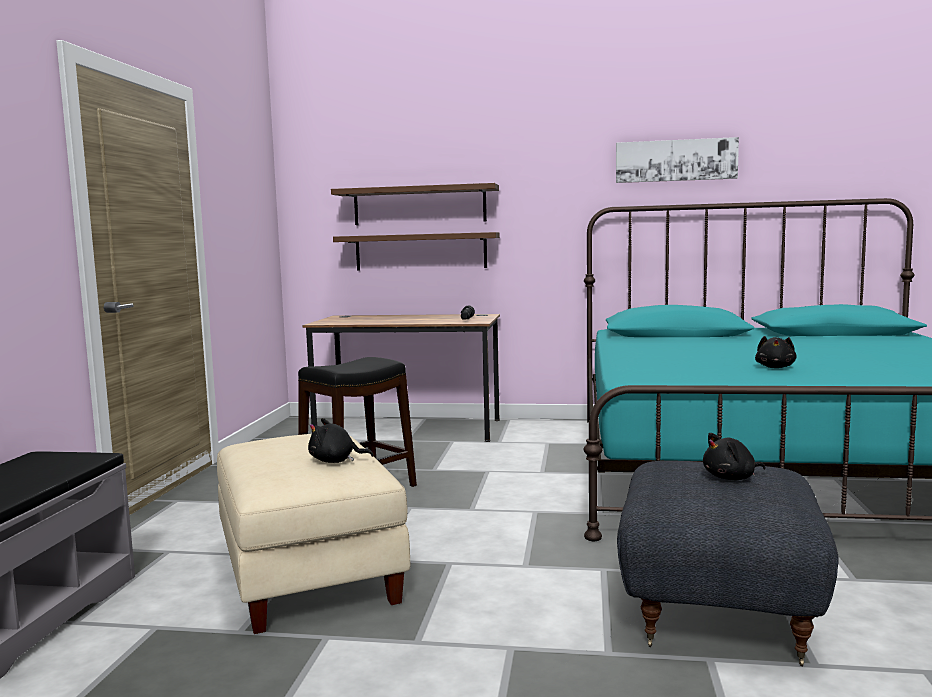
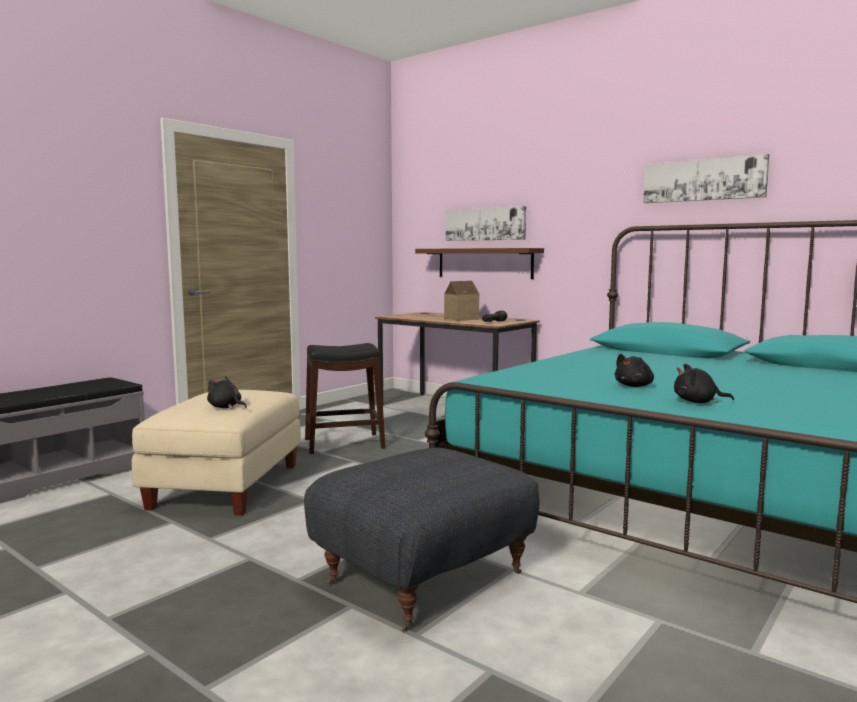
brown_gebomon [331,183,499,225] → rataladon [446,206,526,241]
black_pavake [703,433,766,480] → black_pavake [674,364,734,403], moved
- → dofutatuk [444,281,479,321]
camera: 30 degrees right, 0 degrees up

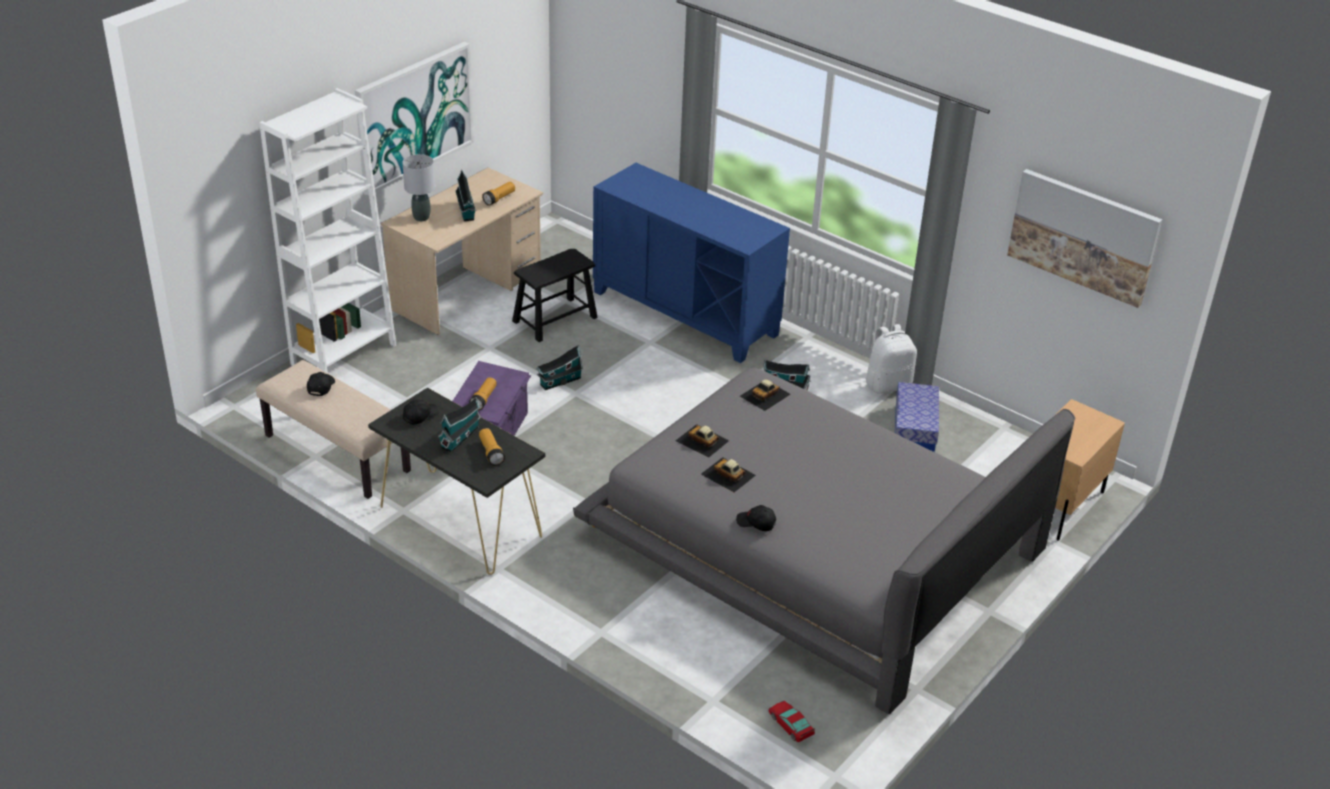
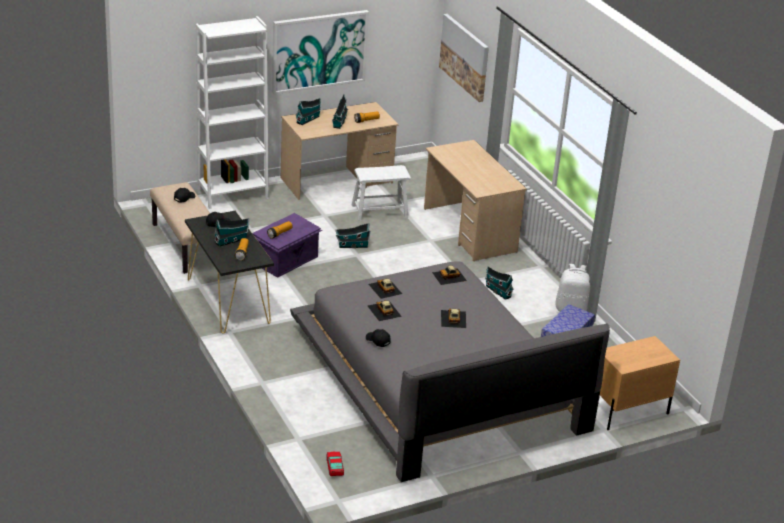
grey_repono [402,154,435,221] → dofutatuk [296,98,321,125]
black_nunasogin [512,249,598,342] → white_nunasogin [352,165,411,221]
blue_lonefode [593,163,790,363] → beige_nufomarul [424,140,527,261]
rataladon [1007,169,1163,308] → rataladon [439,14,489,102], moved
- → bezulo [441,309,466,328]
camera: 25 degrees right, 5 degrees down

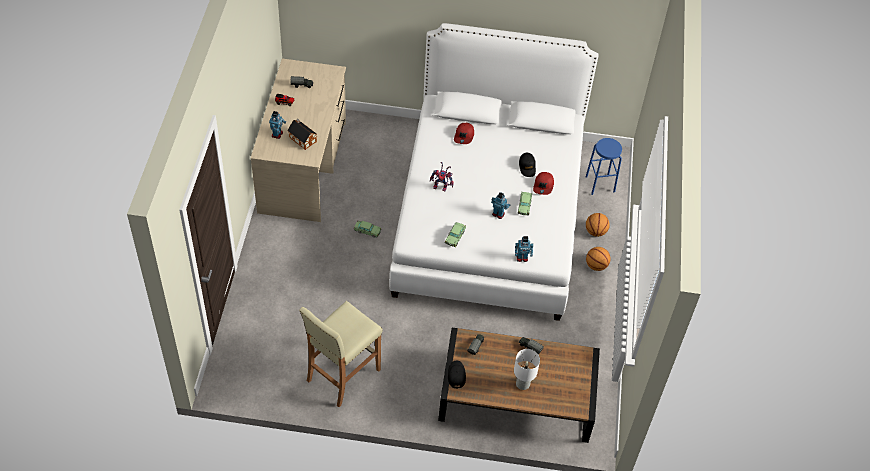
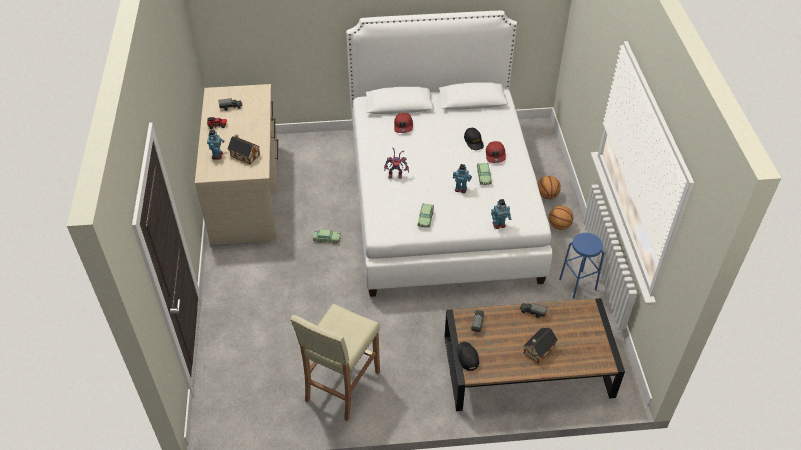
white_repono [514,349,540,390] → dofutatuk [523,328,558,364]
blue_nunasogin [586,138,622,195] → blue_nunasogin [559,233,604,299], moved
camera: 10 degrees left, 5 degrees down

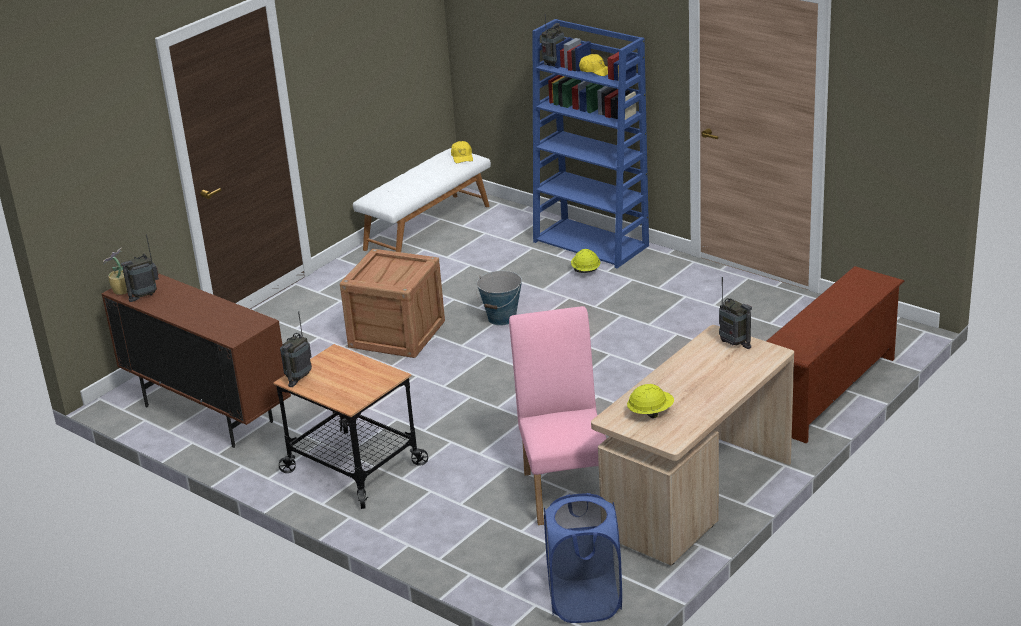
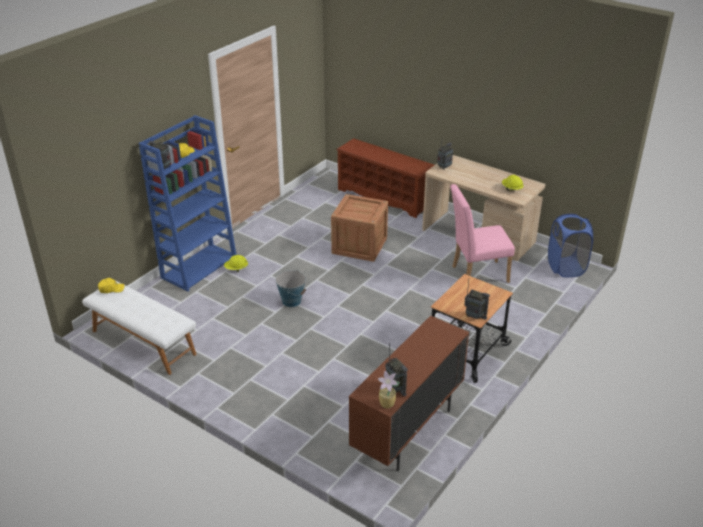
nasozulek [340,249,445,358] → nasozulek [331,194,388,262], moved
camera: 95 degrees left, 5 degrees up

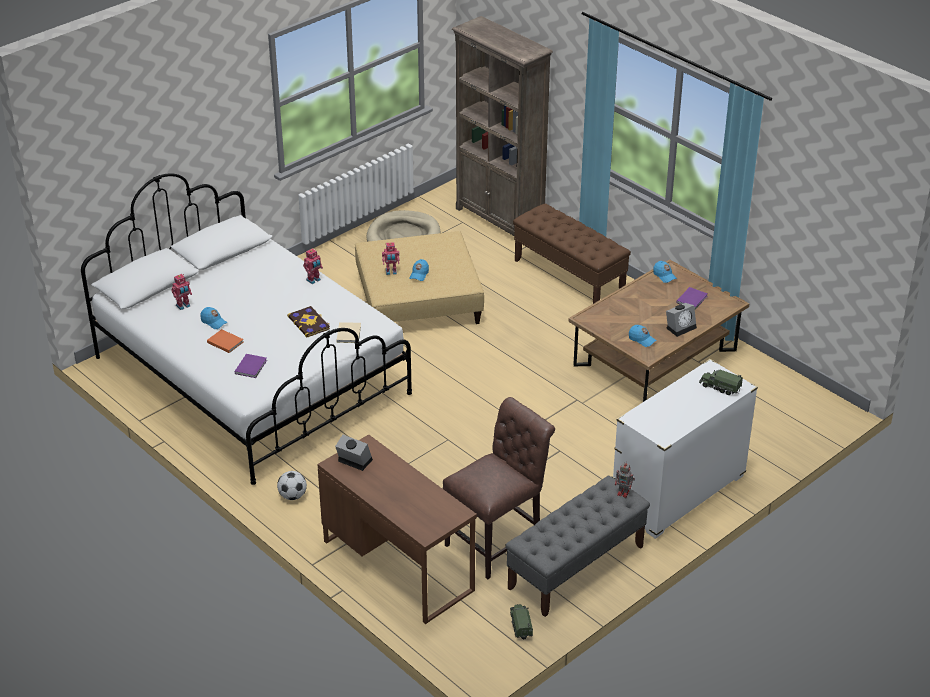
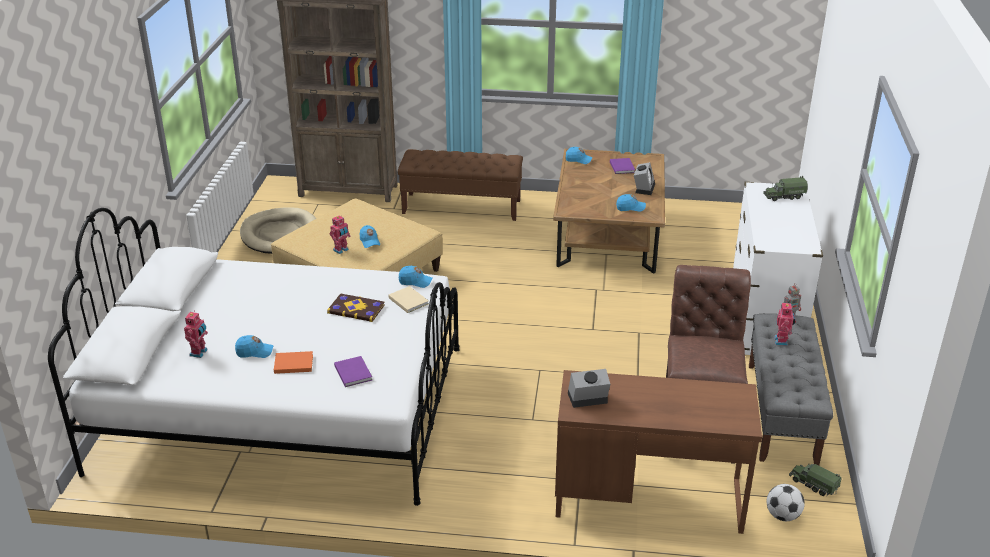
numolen [277,471,307,500] → numolen [766,484,805,521], moved
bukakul [303,248,323,284] → bukakul [774,301,796,346], moved
- → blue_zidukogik [399,266,432,288]
camera: 40 degrees left, 5 degrees down

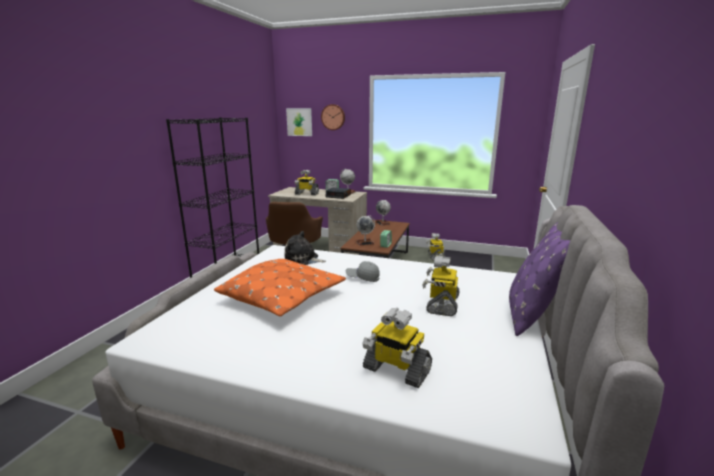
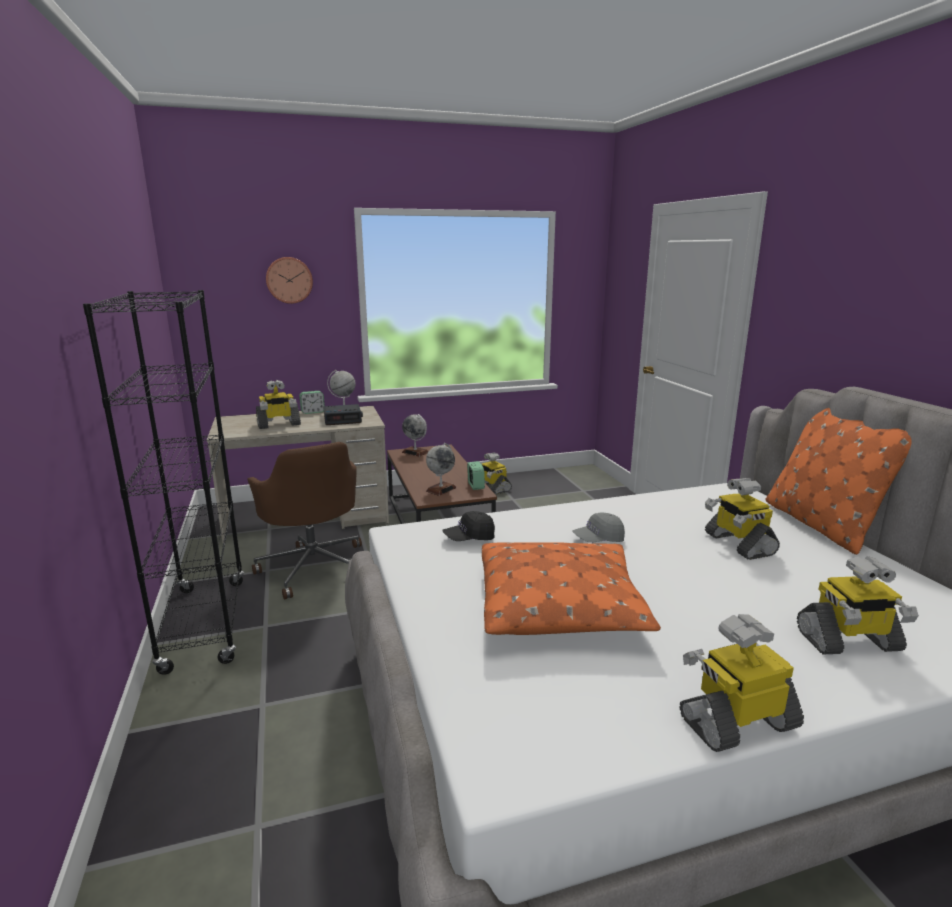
pavake [285,231,326,265] → black_zidukogik [442,511,495,541]
rataladon [286,108,312,136] → -
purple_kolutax [509,222,570,336] → orange_kolutax [765,408,912,555]
- → bukakul [679,614,804,752]
camera: 35 degrees left, 0 degrees up

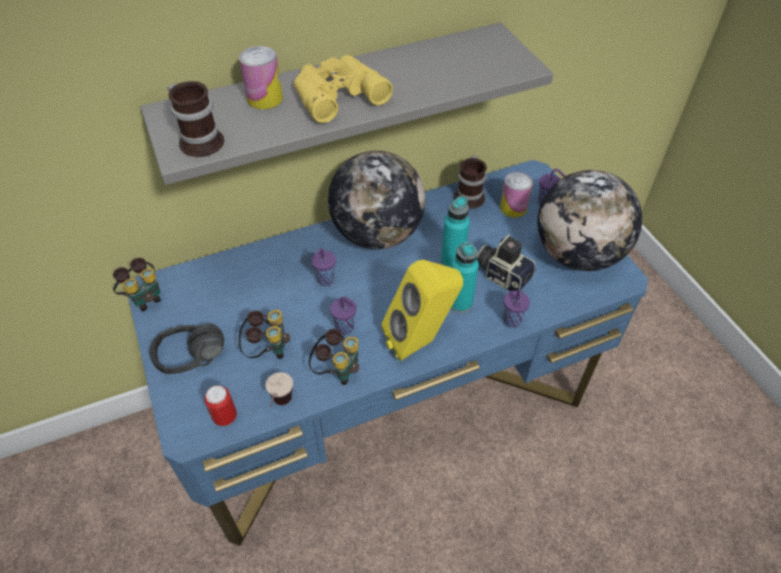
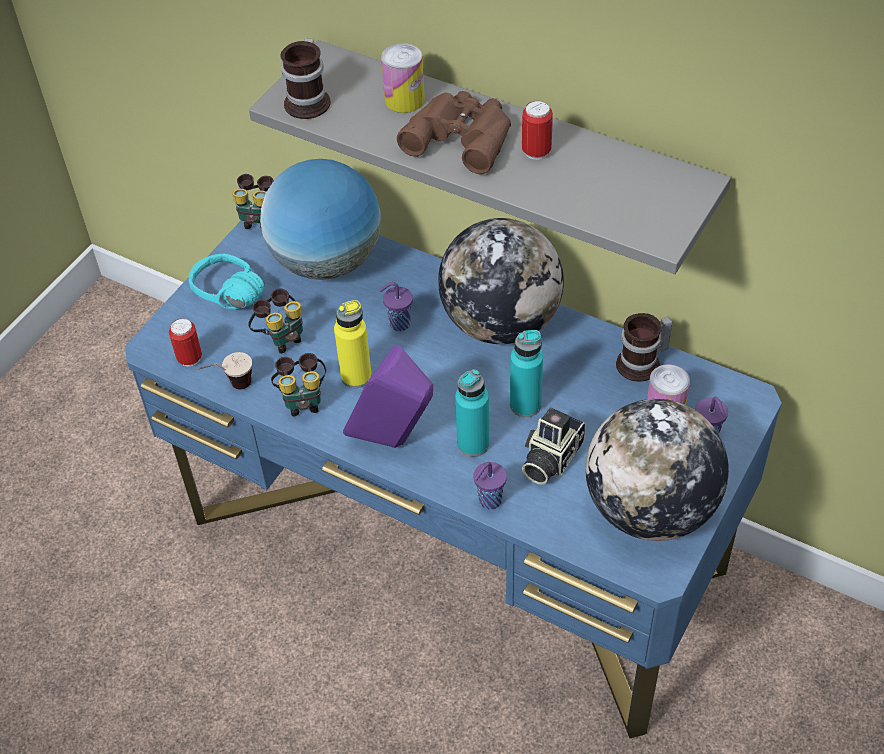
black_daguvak [149,324,224,374] → turquoise_daguvak [189,253,265,309]
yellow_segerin [294,55,393,123] → brown_segerin [397,91,511,174]
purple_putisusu [330,296,358,335] → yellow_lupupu [334,300,372,388]
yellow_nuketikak [382,260,463,361] → purple_nuketikak [343,345,433,448]
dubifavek [477,234,536,291] → dubifavek [522,407,586,485], 150 degrees counterclockwise
- → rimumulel [260,159,381,280]
- → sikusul [522,100,553,160]
camera: 55 degrees right, 0 degrees up

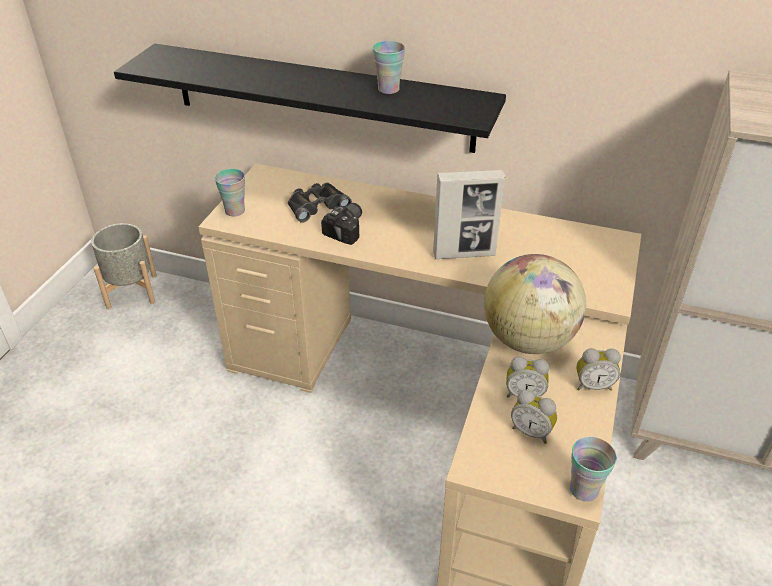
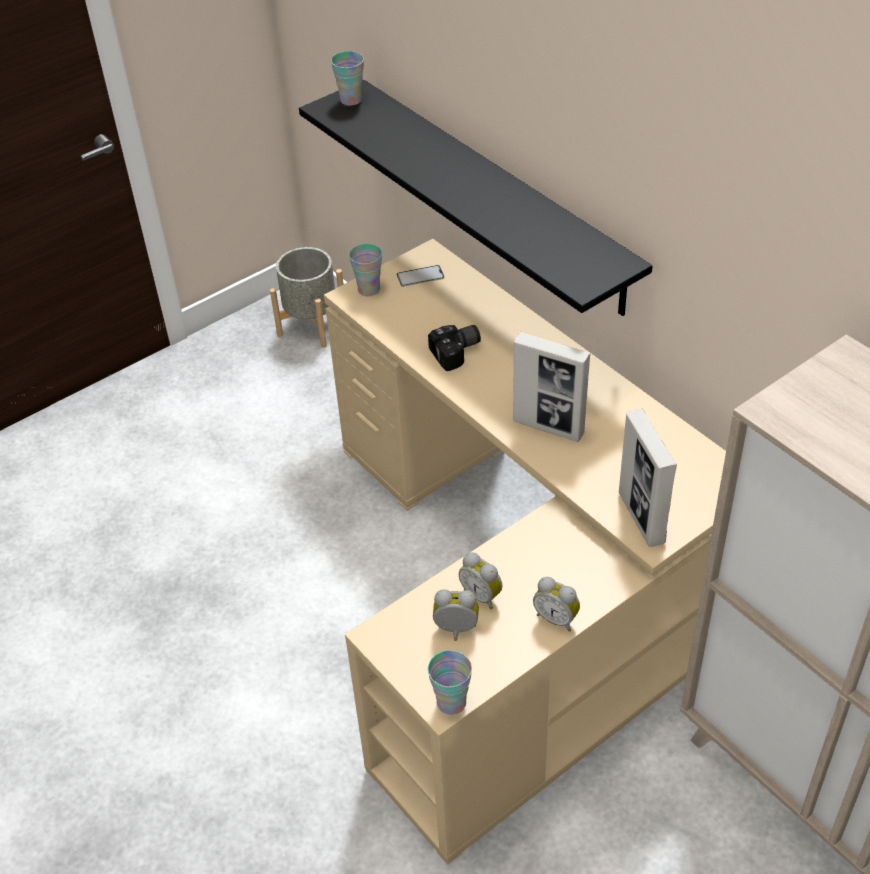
black_segerin [288,183,352,223] → -
putisusu [373,41,405,94] → putisusu [331,51,364,106], moved
rimumulel [484,254,586,354] → -
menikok [511,389,557,444] → menikok [433,589,479,641], 120 degrees clockwise
- → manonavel [397,265,444,287]
- → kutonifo [619,409,677,547]
camera: 35 degrees right, 5 degrees up

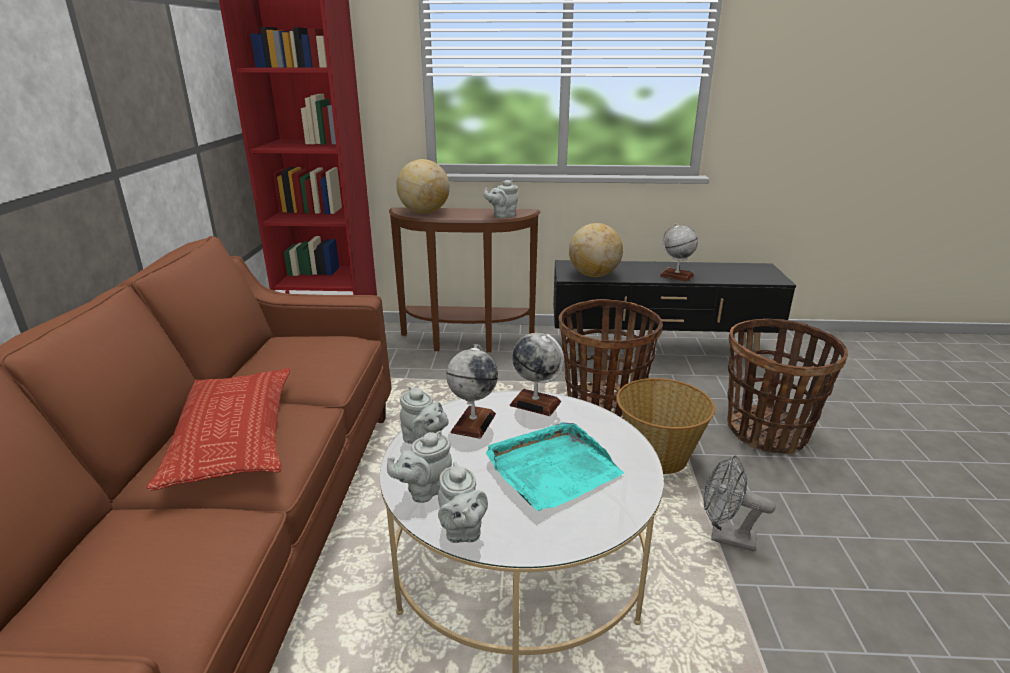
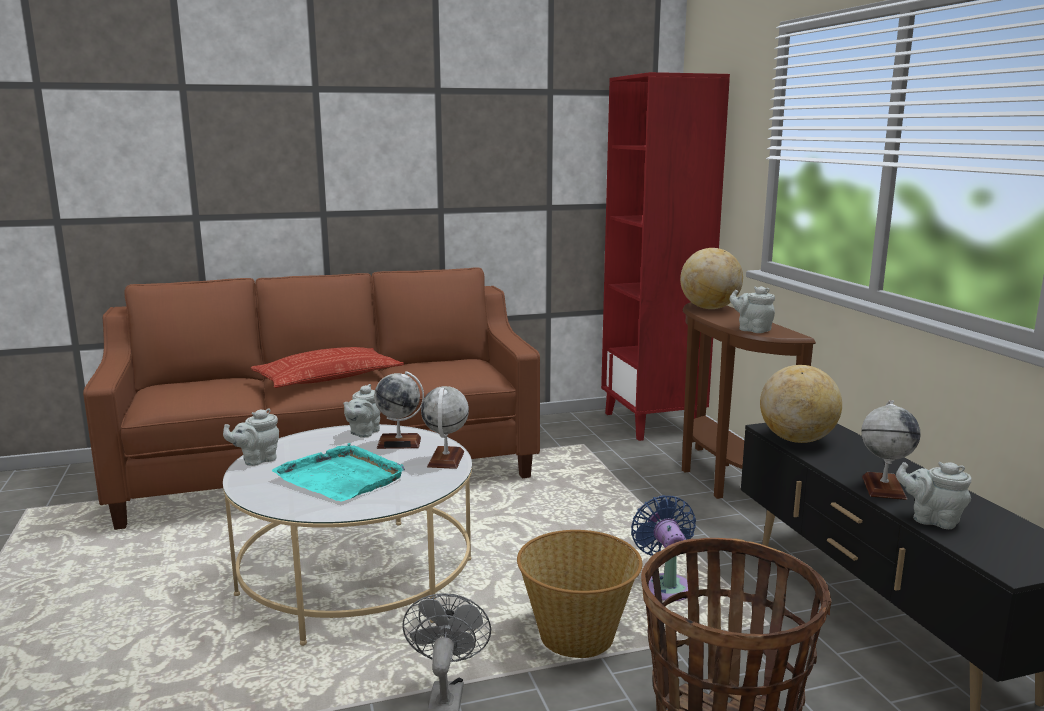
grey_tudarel [387,431,452,503] → grey_tudarel [896,462,972,529], moved
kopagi [559,299,663,418] → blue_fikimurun [631,495,696,601]
camera: 70 degrees right, 10 degrees down

